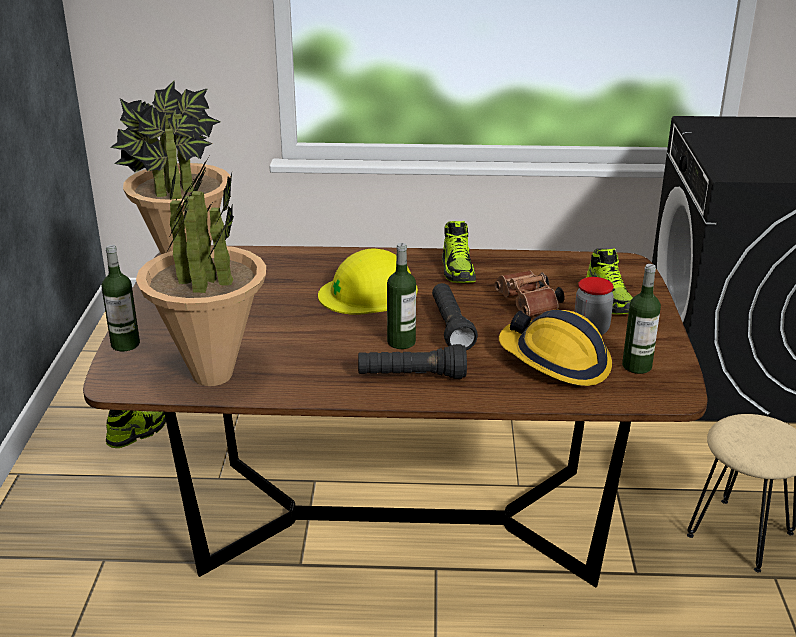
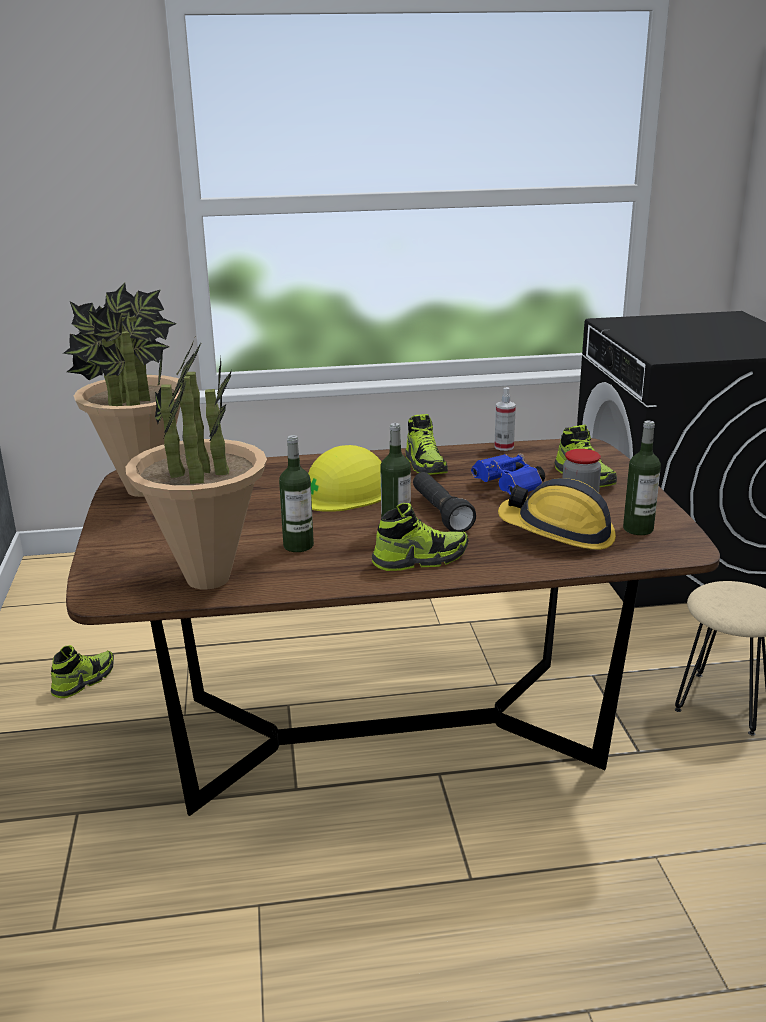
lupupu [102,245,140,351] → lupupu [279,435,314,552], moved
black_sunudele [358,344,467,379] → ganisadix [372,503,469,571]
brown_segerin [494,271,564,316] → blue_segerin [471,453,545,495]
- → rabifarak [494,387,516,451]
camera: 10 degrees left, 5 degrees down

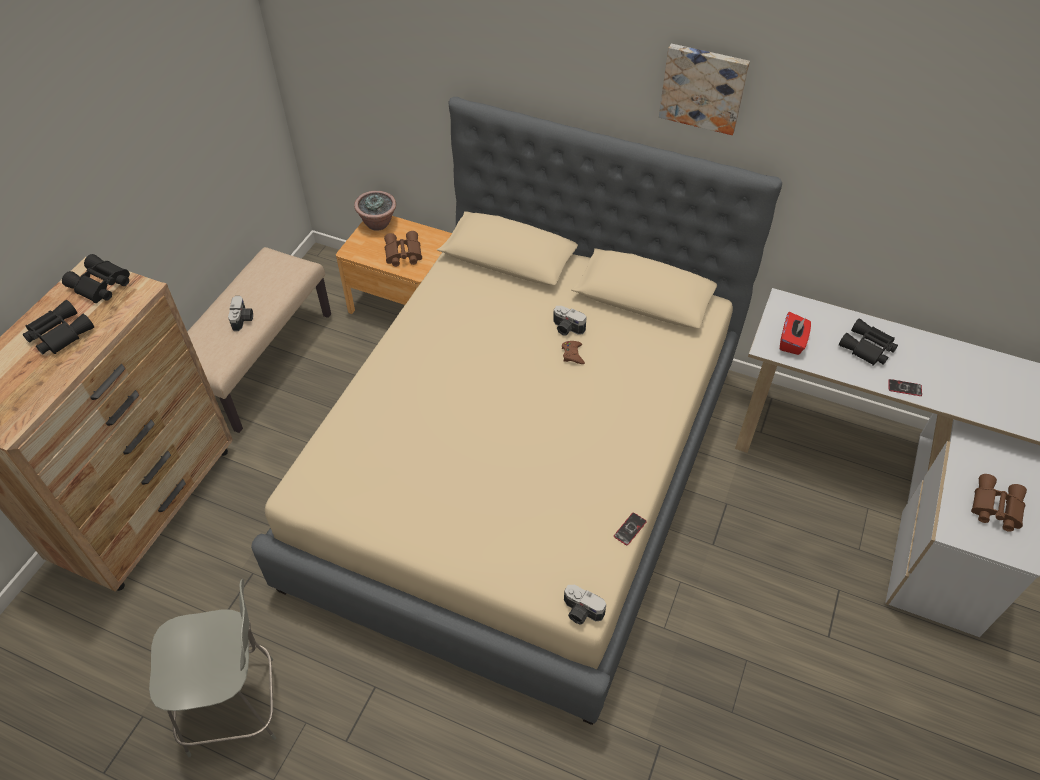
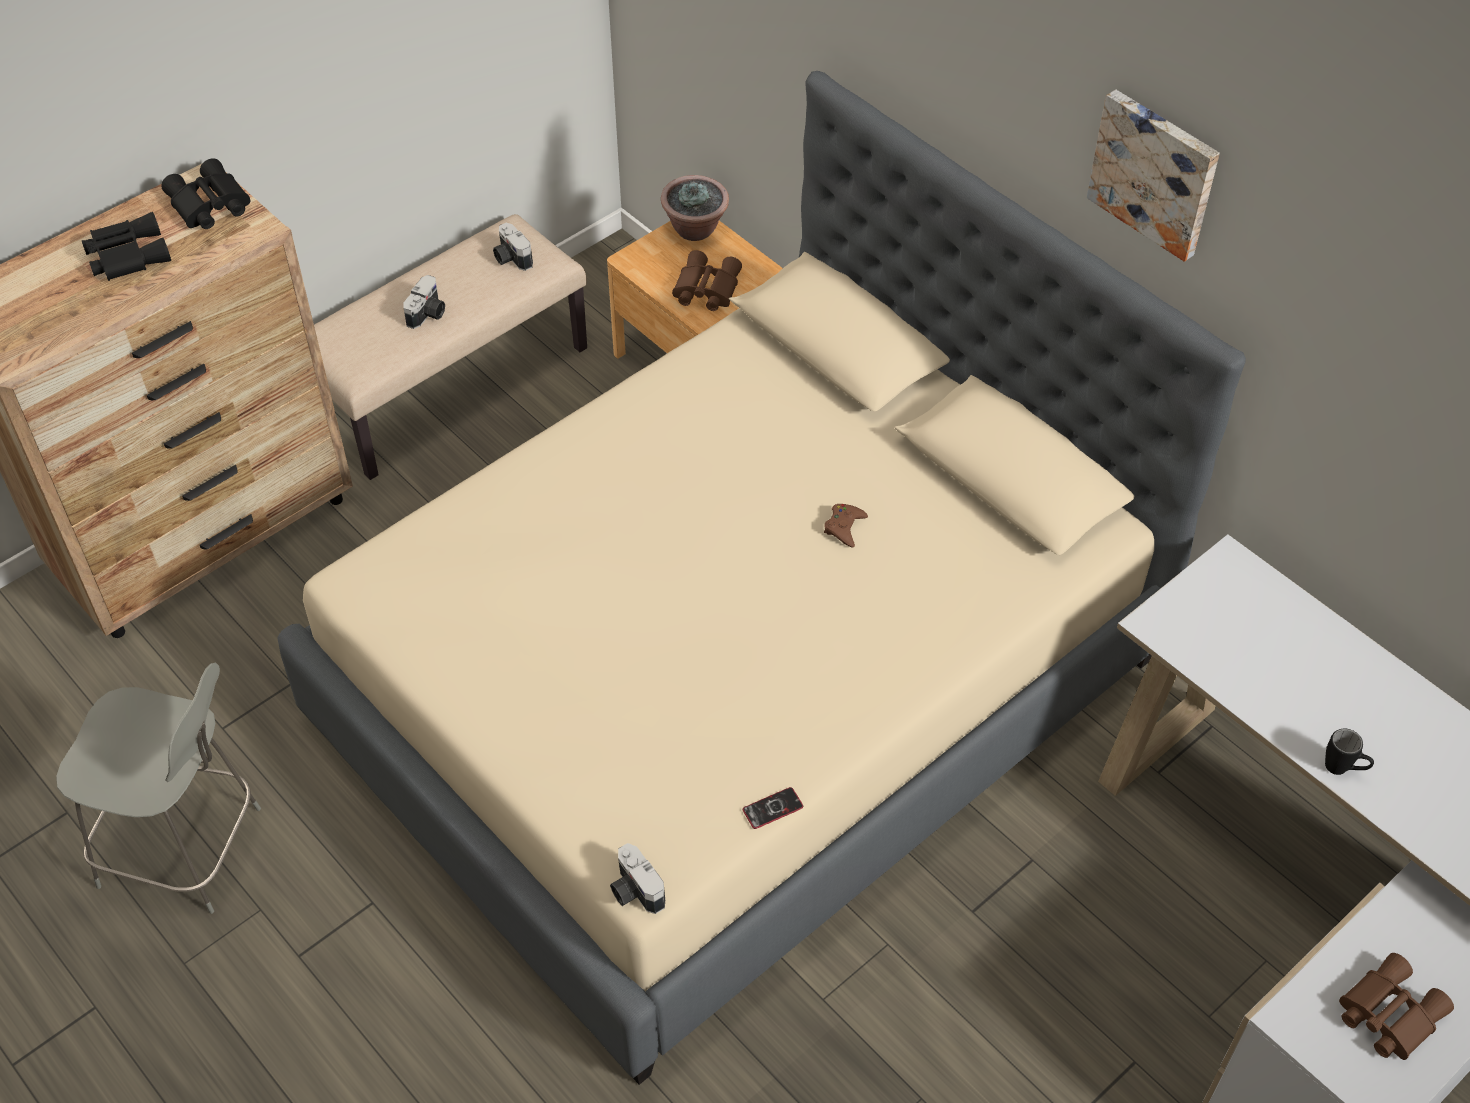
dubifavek [553,306,587,336] → dubifavek [493,223,533,271], moved
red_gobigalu [780,312,811,355] → -
black_segerin [839,319,898,366] → -
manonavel [888,379,922,396] → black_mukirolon [1325,729,1374,775]
camera: 25 degrees right, 0 degrees up

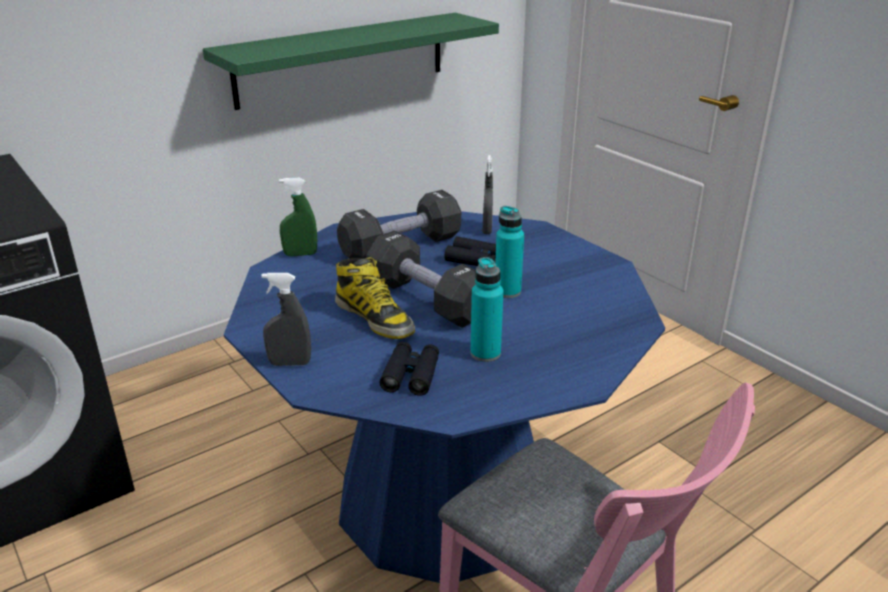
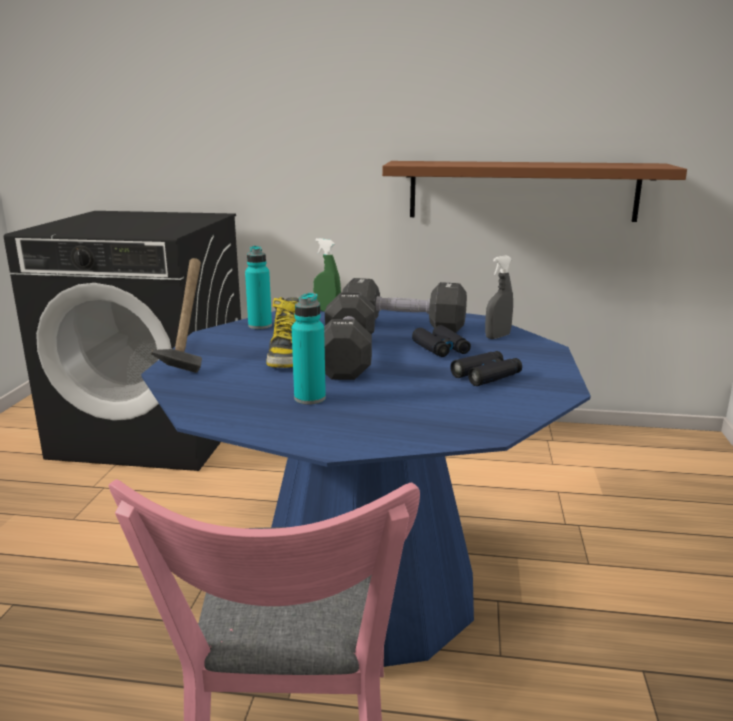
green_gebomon [203,13,499,110] → brown_gebomon [382,161,687,222]
grey_rabifarak [261,273,311,366] → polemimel [151,258,202,373]
black_segerin [379,342,439,396] → black_segerin [450,351,522,386], moved
turquoise_lupupu [495,206,524,298] → turquoise_lupupu [245,246,272,329], moved
camera: 45 degrees right, 10 degrees down

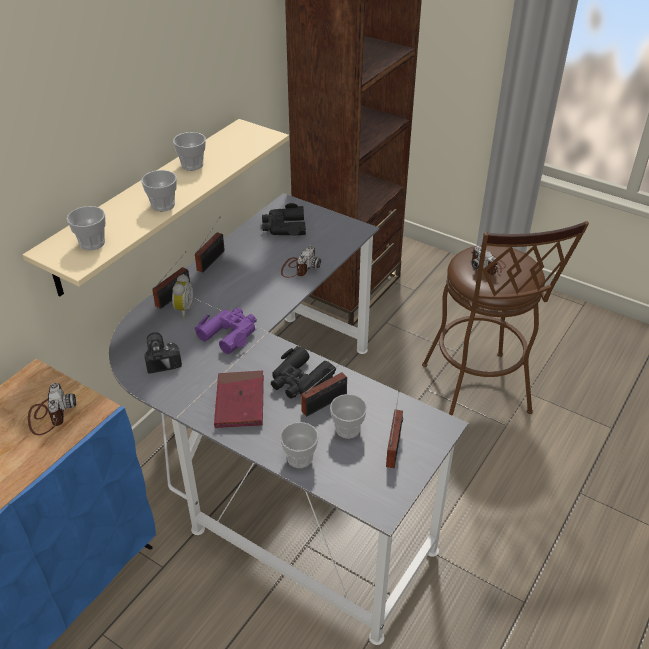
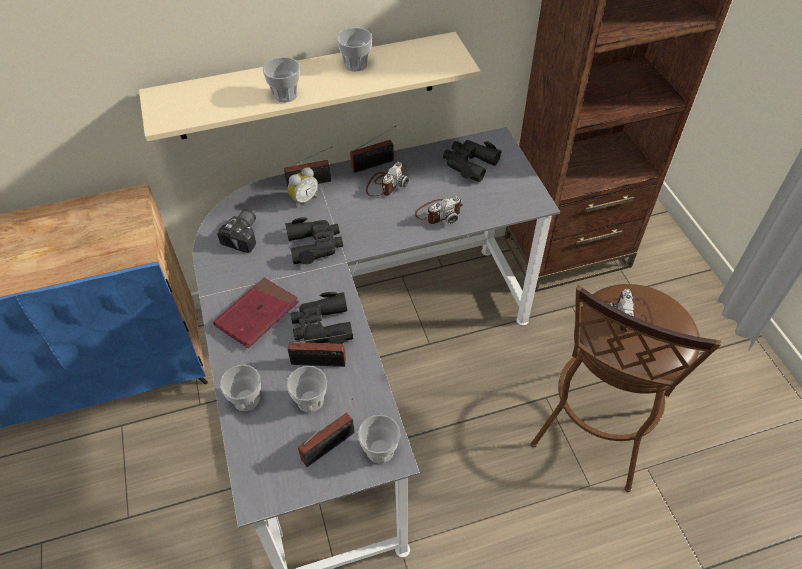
dubifavek [28,383,76,435] → dubifavek [366,162,409,197], moved
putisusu [67,206,106,250] → putisusu [358,415,401,463], moved
purple_segerin [194,308,256,354] → black_segerin [285,217,343,265]
camera: 40 degrees right, 10 degrees up

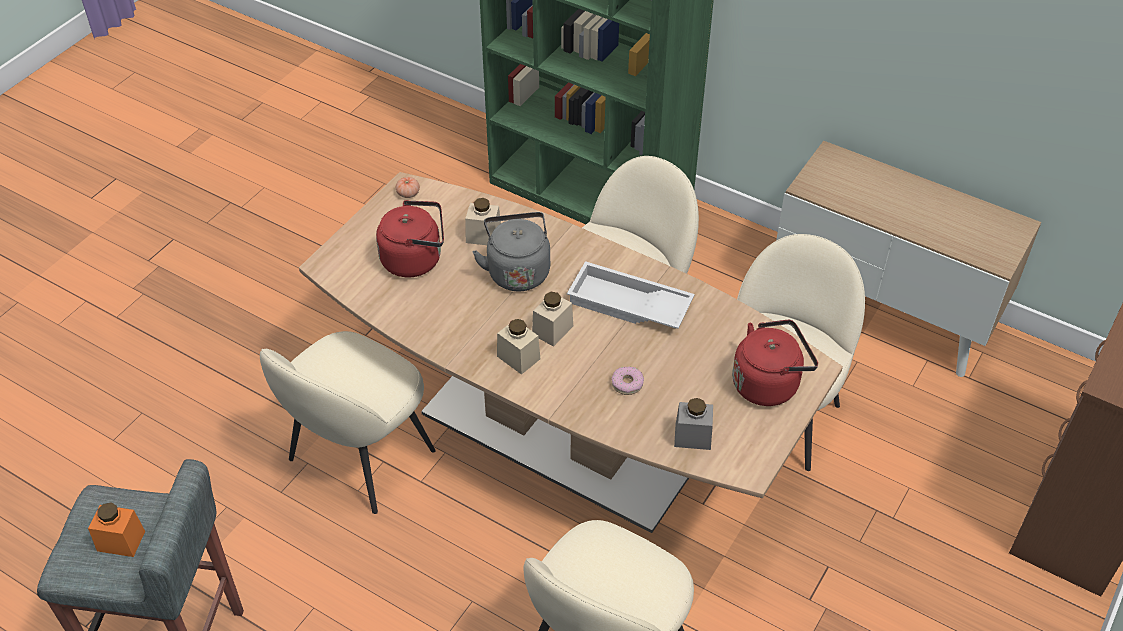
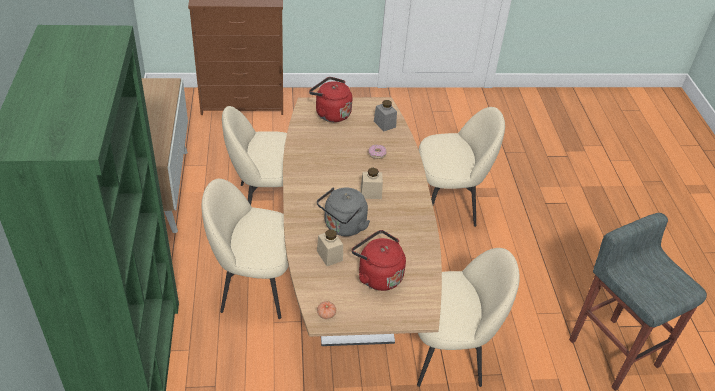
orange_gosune [88,502,145,557] → -
beige_gosune [497,319,540,375] → -
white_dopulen [567,261,695,329] → -
camera: 130 degrees left, 5 degrees down

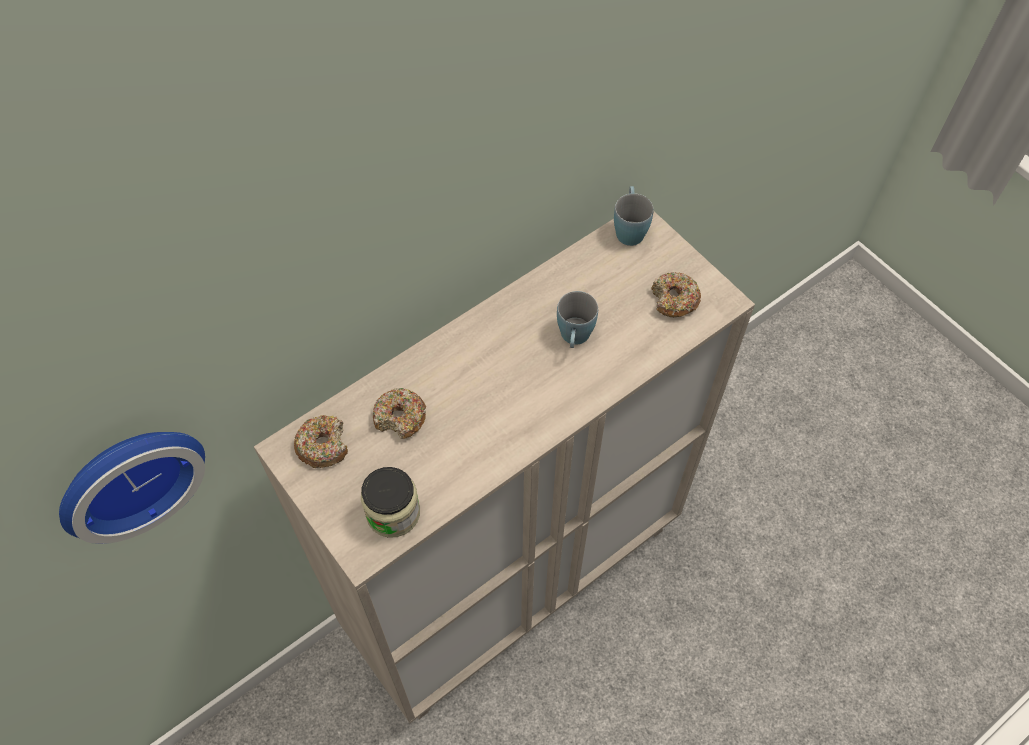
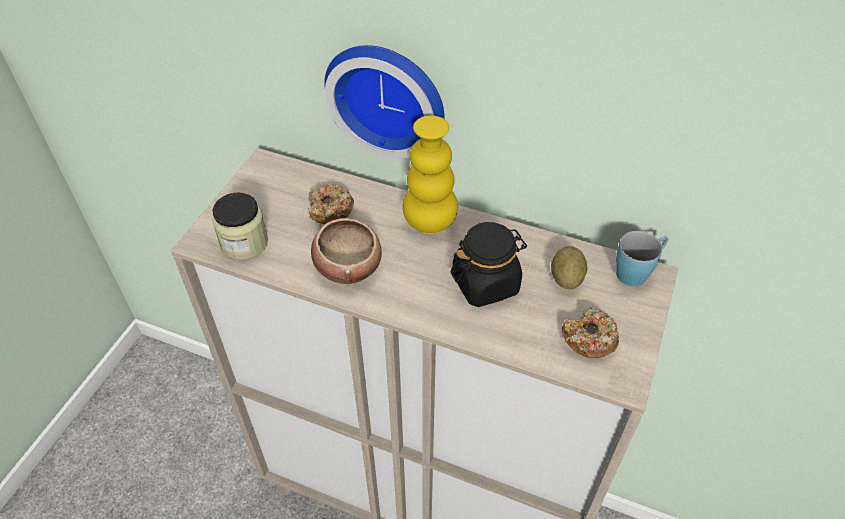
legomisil [59,432,205,544] → legomisil [324,45,445,159], moved
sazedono [294,415,348,468] → -
blue_mukirolon [557,291,598,348] → black_gosune [451,222,527,307]
- → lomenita [311,218,382,284]
- → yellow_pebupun [403,115,458,234]
- → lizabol [551,246,587,289]
camera: 60 degrees right, 10 degrees down

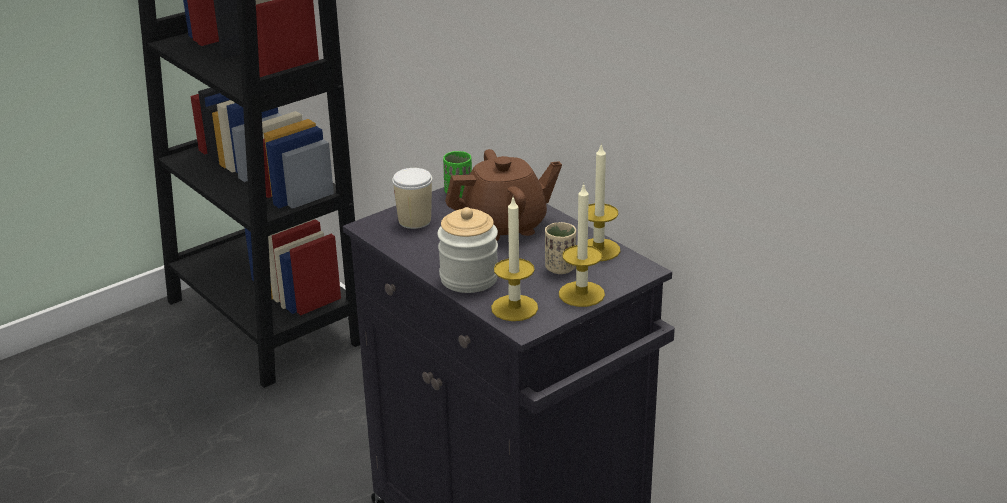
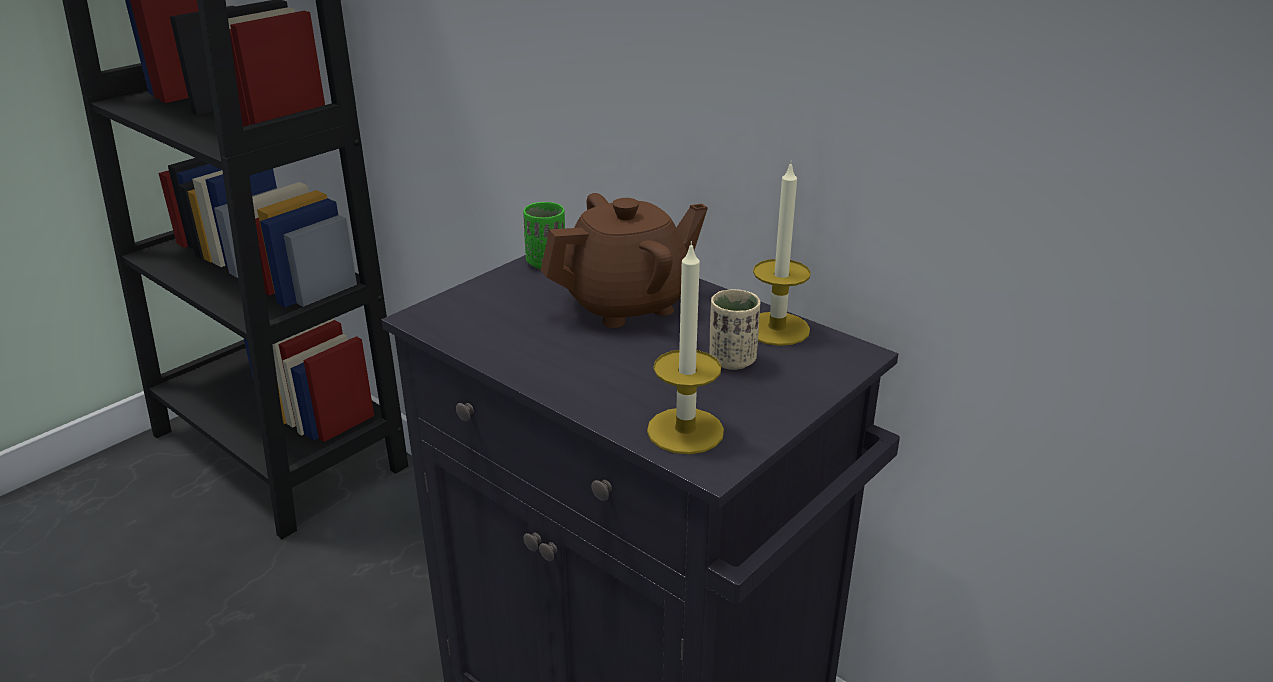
putisusu [392,168,432,229] → -
gosune [437,207,498,293] → -
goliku [559,183,605,307] → -
camera: 10 degrees left, 0 degrees up

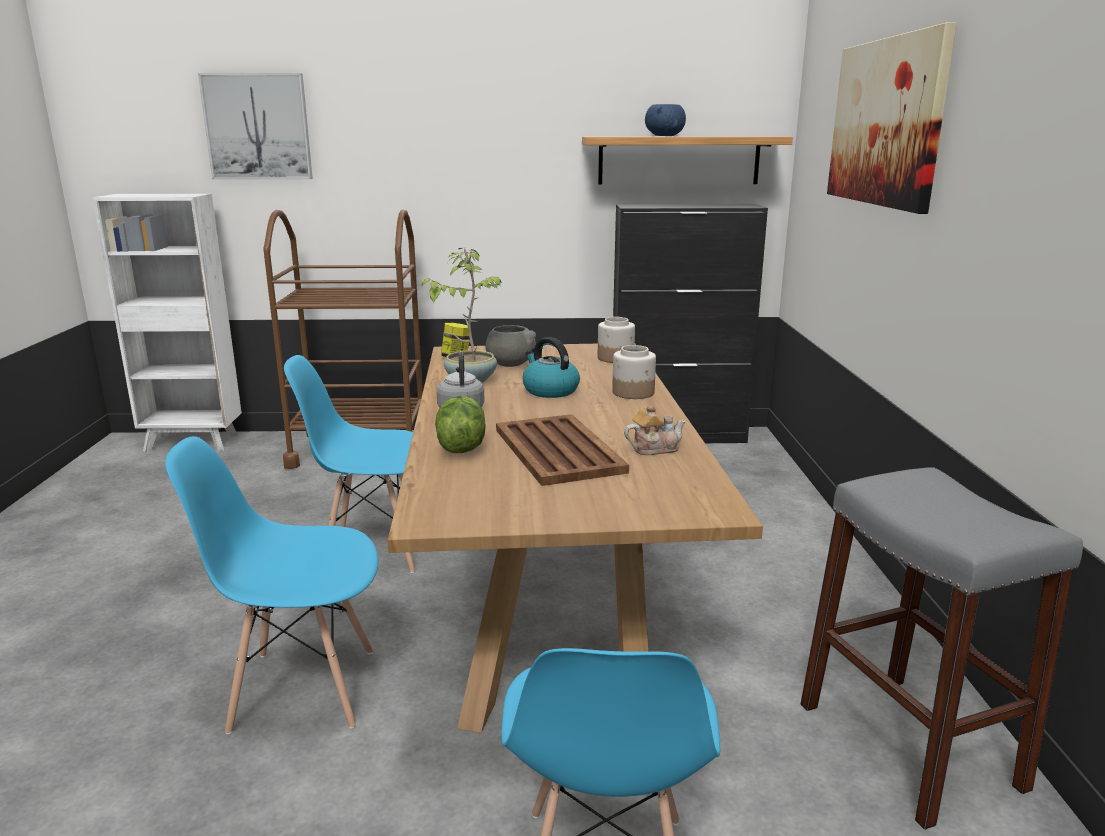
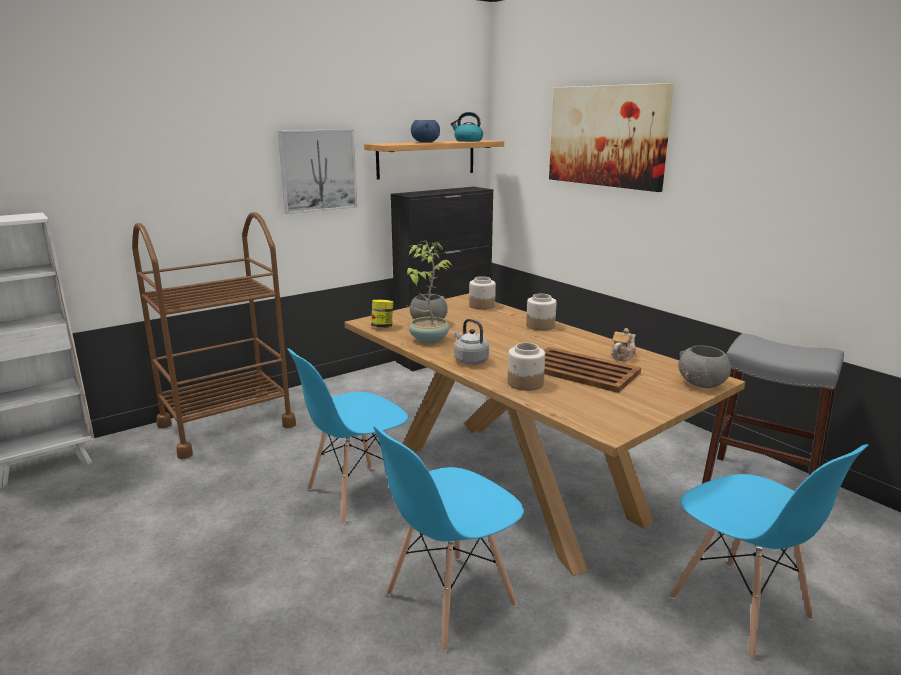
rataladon [198,73,313,179] → rataladon [278,129,357,214], moved
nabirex [435,396,486,453] → gosune [507,343,545,391]
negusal [523,337,580,398] → negusal [451,112,483,142], moved
- → grey_lomenita [678,345,731,388]
camera: 35 degrees left, 0 degrees up

